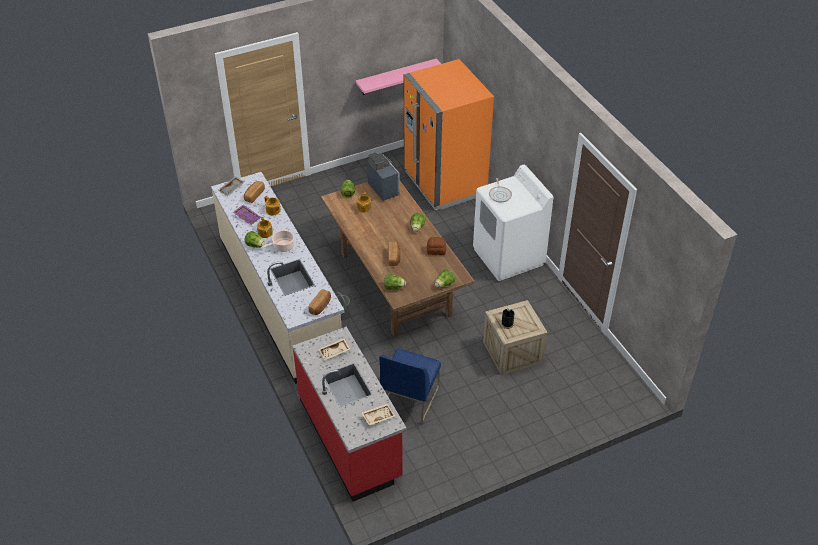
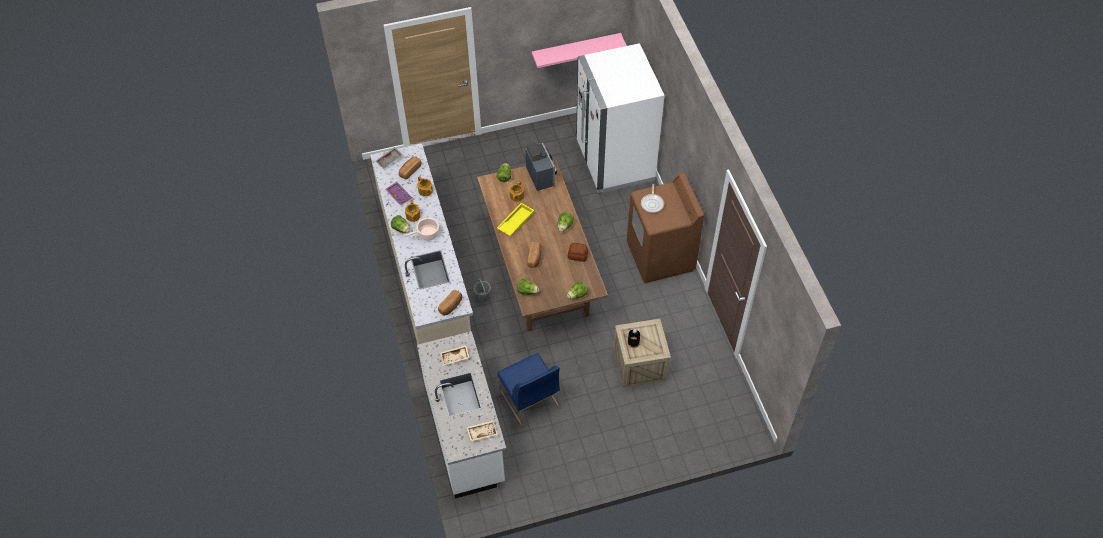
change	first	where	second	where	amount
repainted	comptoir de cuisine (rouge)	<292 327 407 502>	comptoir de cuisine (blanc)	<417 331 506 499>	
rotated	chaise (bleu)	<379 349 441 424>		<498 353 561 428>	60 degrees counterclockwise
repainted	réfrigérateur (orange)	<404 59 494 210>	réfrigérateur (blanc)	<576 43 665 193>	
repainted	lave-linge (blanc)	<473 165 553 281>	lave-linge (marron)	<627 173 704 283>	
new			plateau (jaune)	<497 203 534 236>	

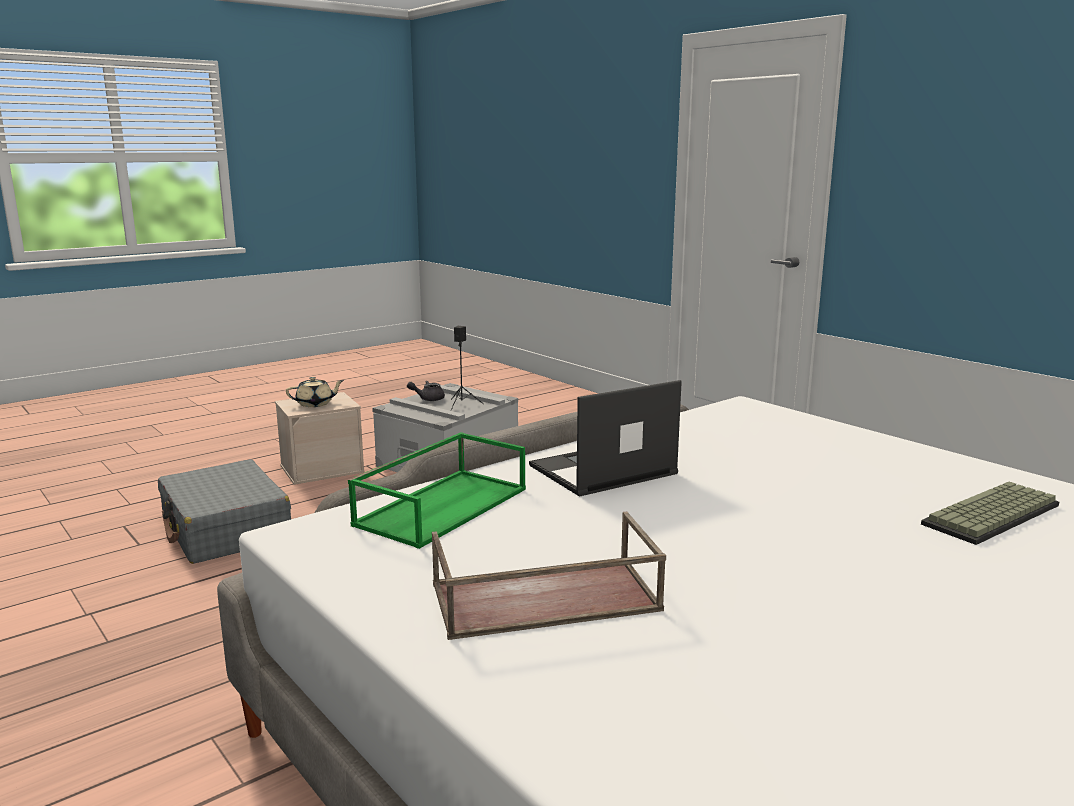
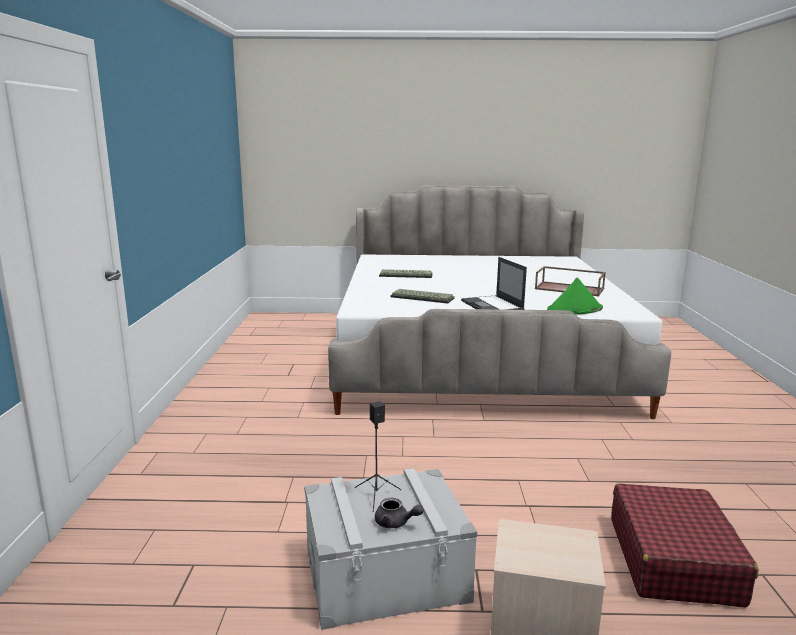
change	first	where	second	where	amount
repainted	valise (gris)	<158 459 291 564>	valise (rouge)	<611 484 758 608>	
gone	théière (beige)	<286 377 344 407>			
swapped	plateau (vert)	<348 432 526 549>	chapeau (vert)	<547 278 603 314>	
rotated	ordinateur portable	<529 380 682 497>		<461 257 527 310>	60 degrees clockwise
new			clavier	<390 289 455 303>	

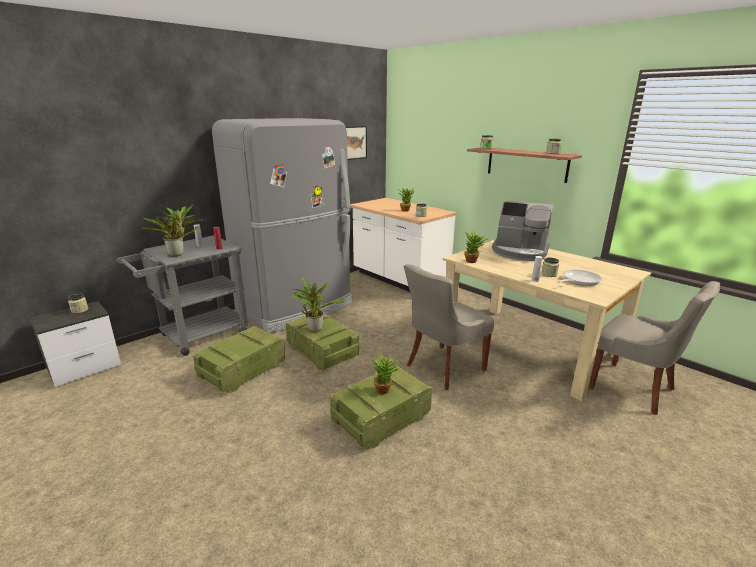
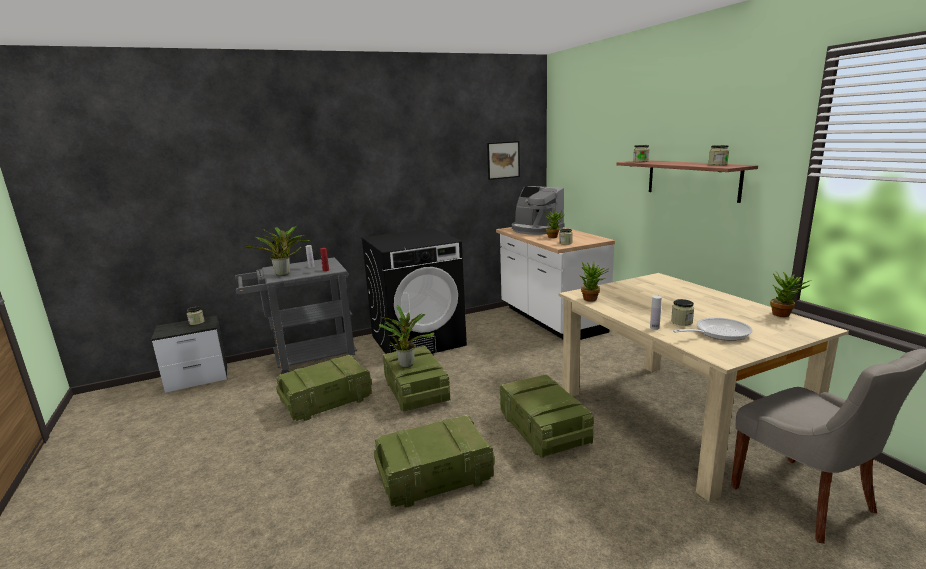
change	first	where	second	where	amount
swapped	réfrigérateur (gris)	<212 118 352 333>	lave-linge (noir)	<361 228 467 354>	
shifted	plante en pot	<372 353 402 394>		<770 271 811 317>	
swapped	chaise (gris)	<404 264 494 390>	caisse	<500 374 594 458>	
shifted	machine à café	<492 201 554 261>		<512 186 565 235>	

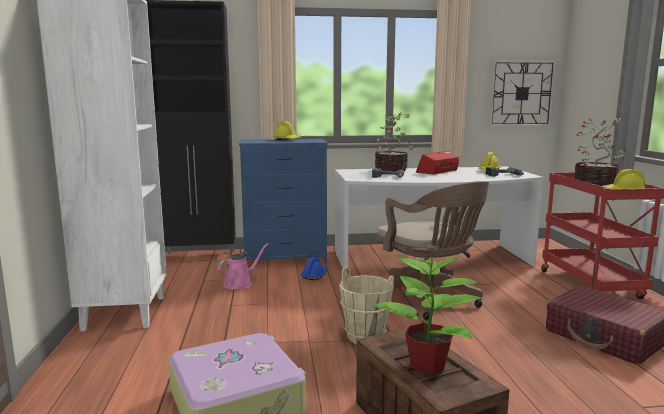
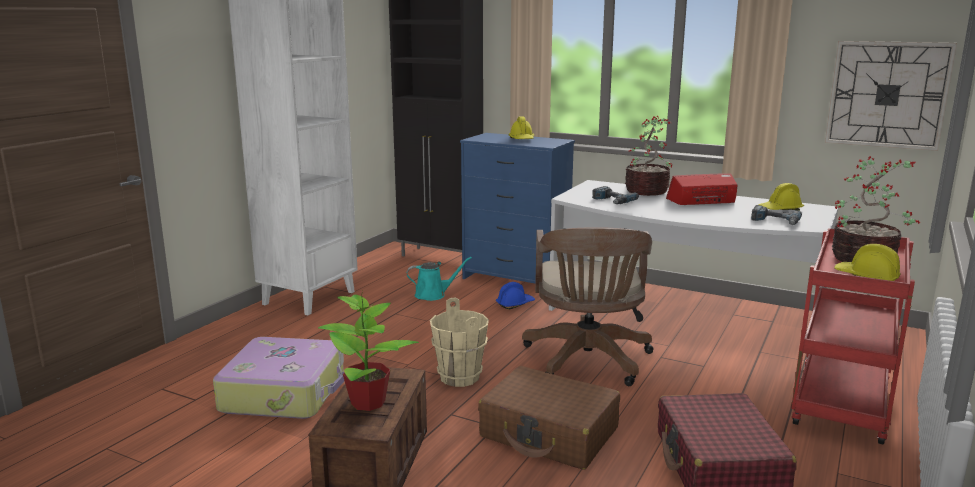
change	first	where	second	where	amount
repainted	arrosoir (rose)	<218 243 268 290>	arrosoir (turquoise)	<407 257 472 301>	
new			valise (marron)	<478 366 620 470>	

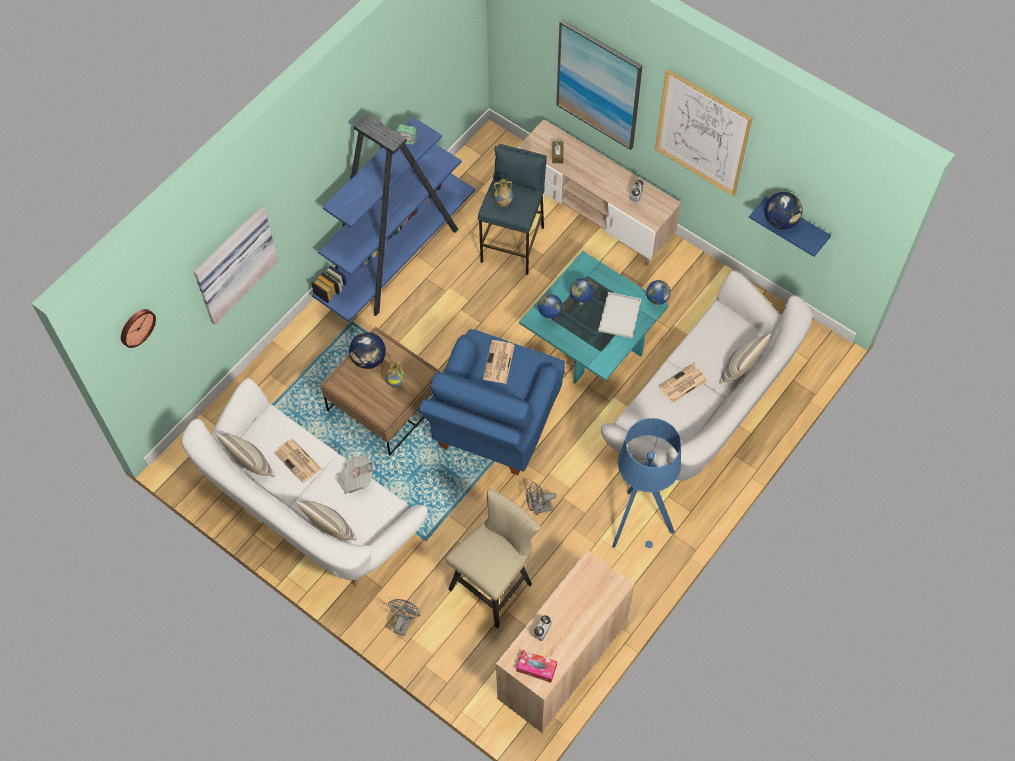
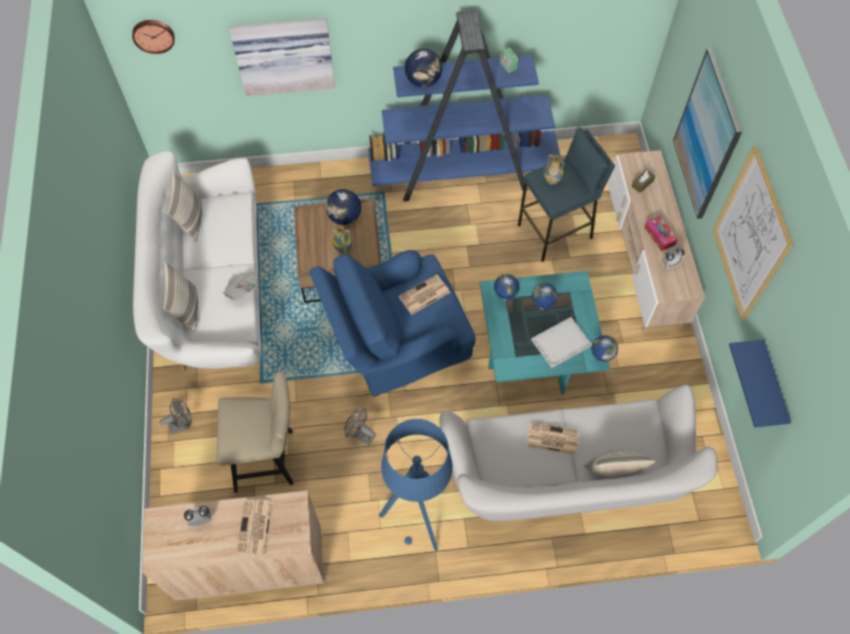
change	first	where	second	where	amount
shifted	journal	<274 439 322 483>		<237 499 273 556>	
shifted	boîte à mouchoirs	<516 650 557 683>		<644 216 678 251>	
shifted	globe	<765 192 803 230>		<405 49 442 88>	

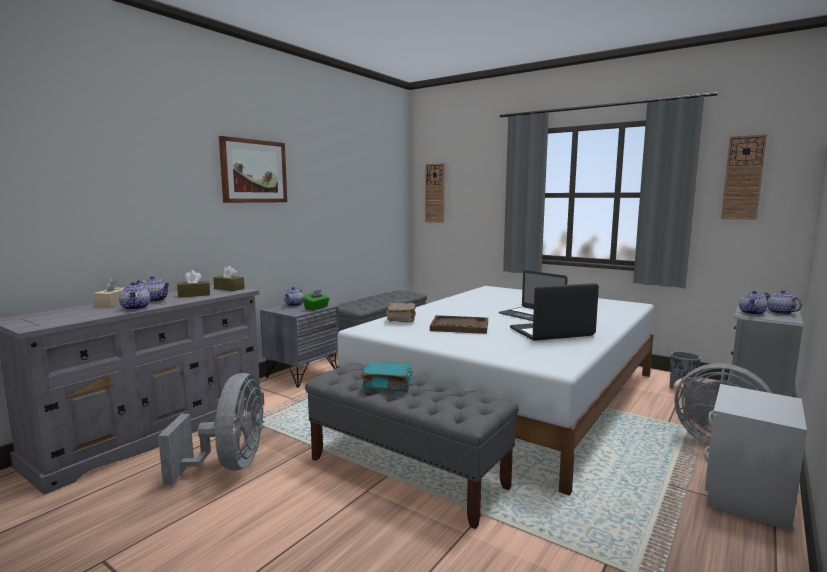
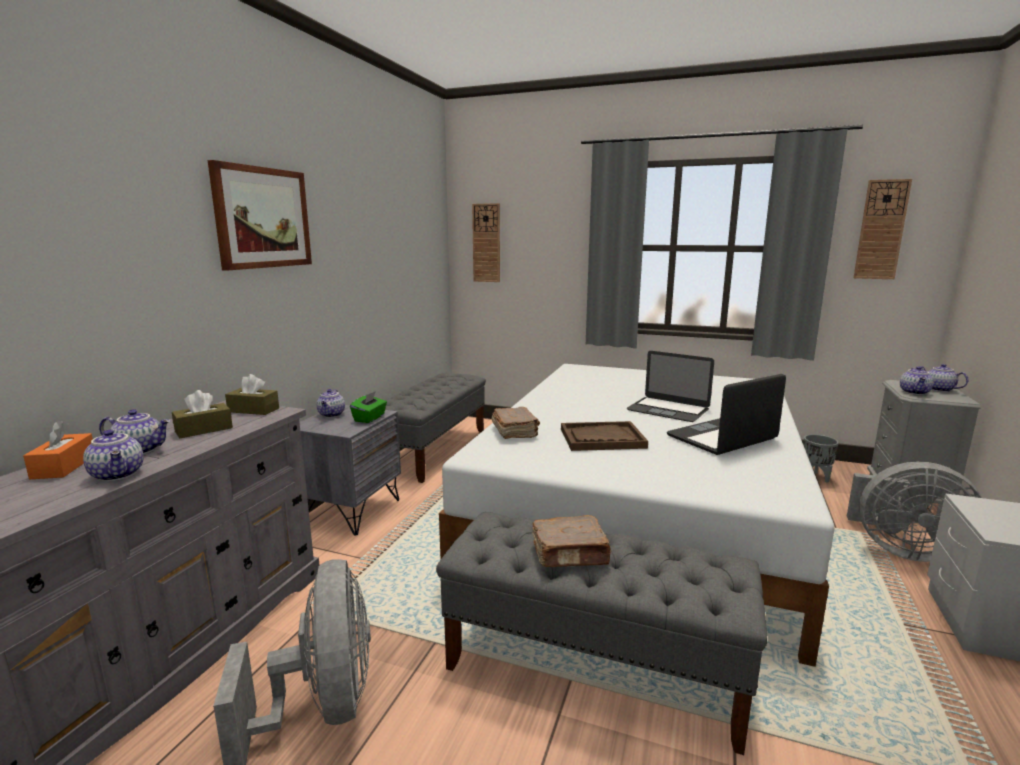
change	first	where	second	where	amount
repainted	boîte à mouchoirs (beige)	<93 277 124 308>	boîte à mouchoirs (orange)	<23 420 93 479>	
repainted	livre (turquoise)	<361 362 413 392>	livre (marron)	<532 515 612 567>	

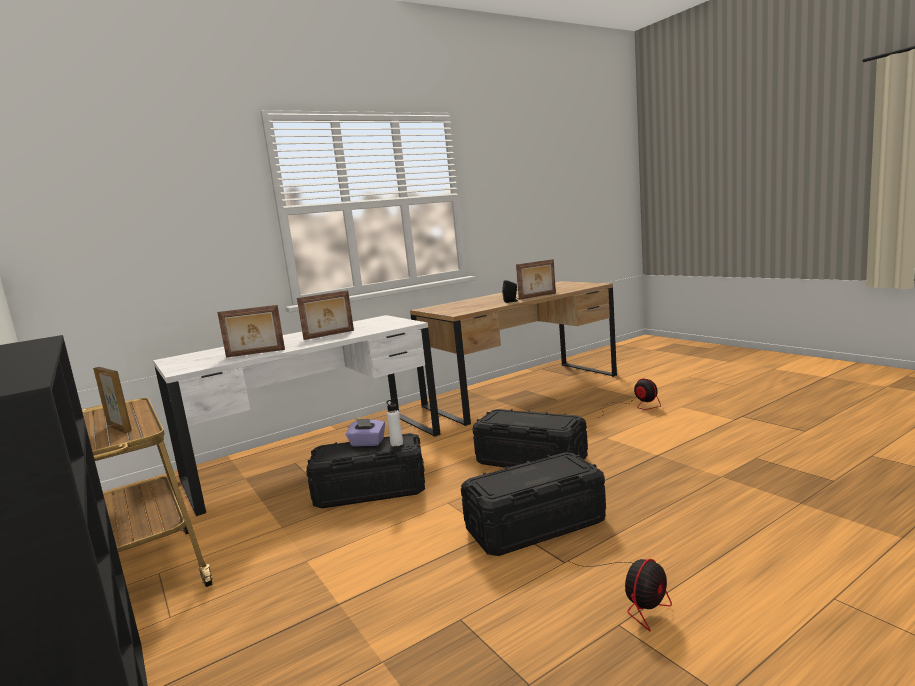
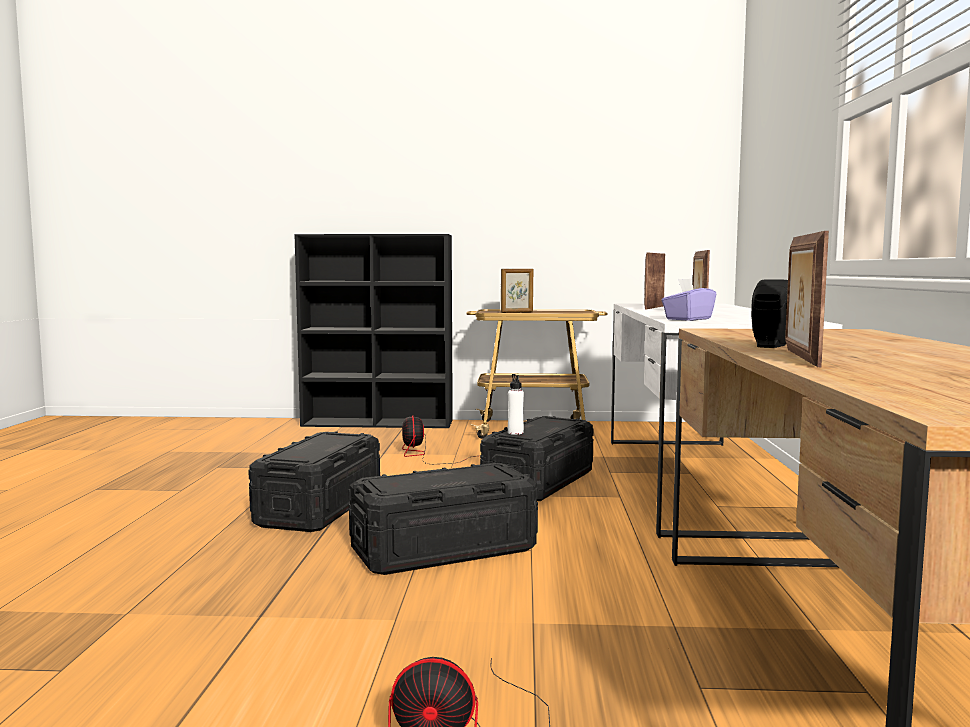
change	first	where	second	where	amount
shifted	boîte à mouchoirs (violet)	<346 419 385 446>		<661 278 716 321>	
shifted	ventilateur	<568 559 672 631>		<402 415 475 464>	

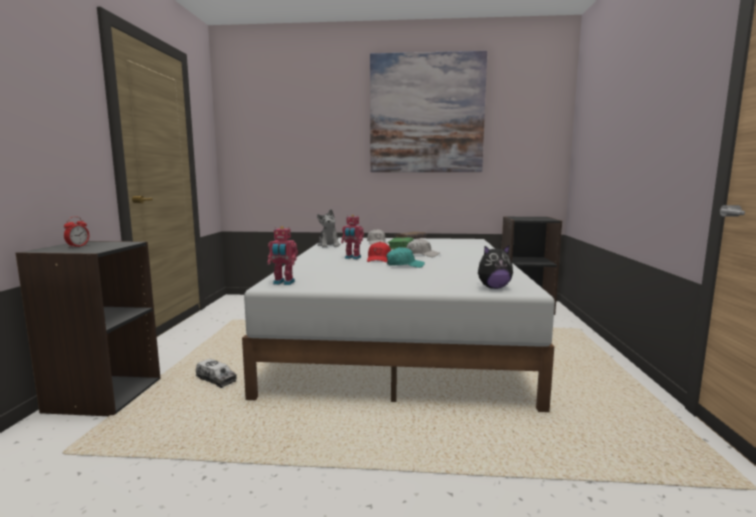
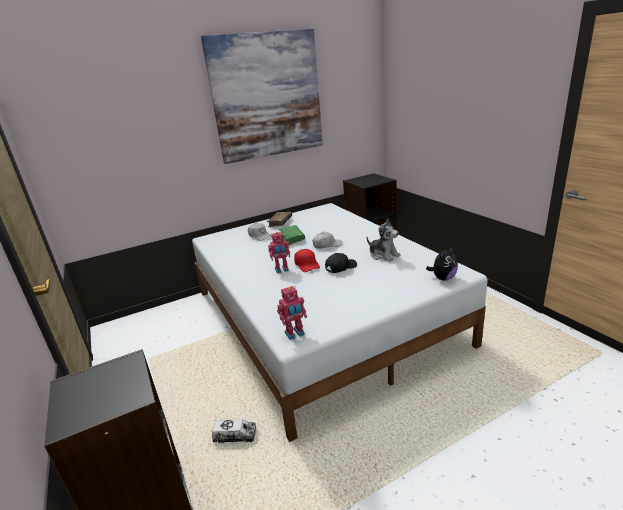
change	first	where	second	where	amount
gone	réveil	<64 217 89 248>			
shifted	peluche	<317 209 340 247>		<367 219 400 262>	
repainted	casquette (turquoise)	<386 247 425 268>	casquette (noir)	<325 253 357 273>	

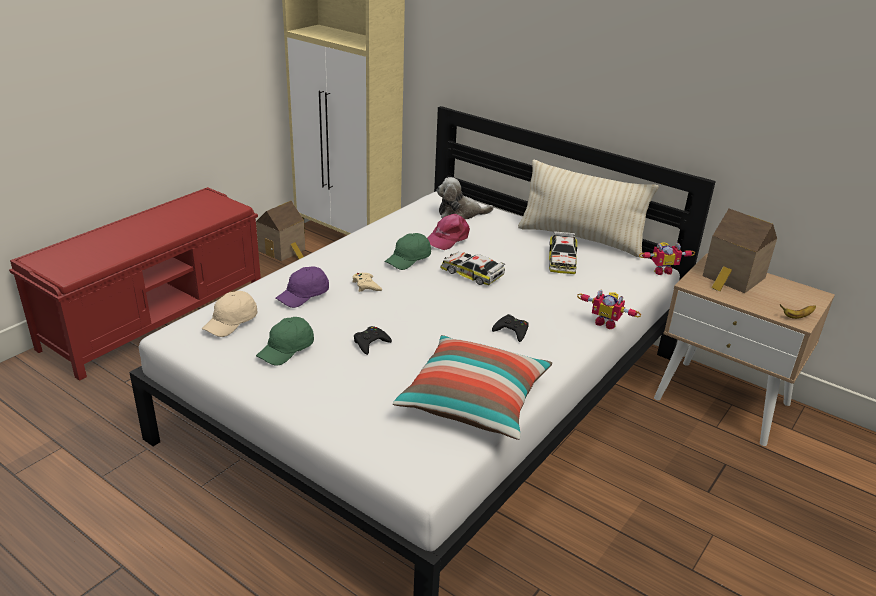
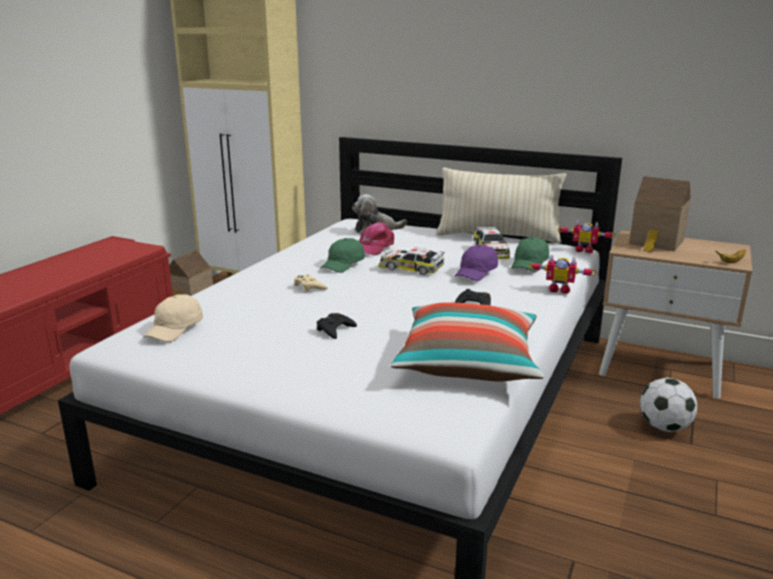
change	first	where	second	where	amount
shifted	casquette (vert)	<256 317 314 366>		<511 237 549 272>	
shifted	casquette (violet)	<276 266 329 308>		<454 245 498 281>	
rotated	robot jouet	<639 242 695 275>		<557 220 616 253>	45 degrees clockwise
new			ballon de foot	<640 378 697 432>	

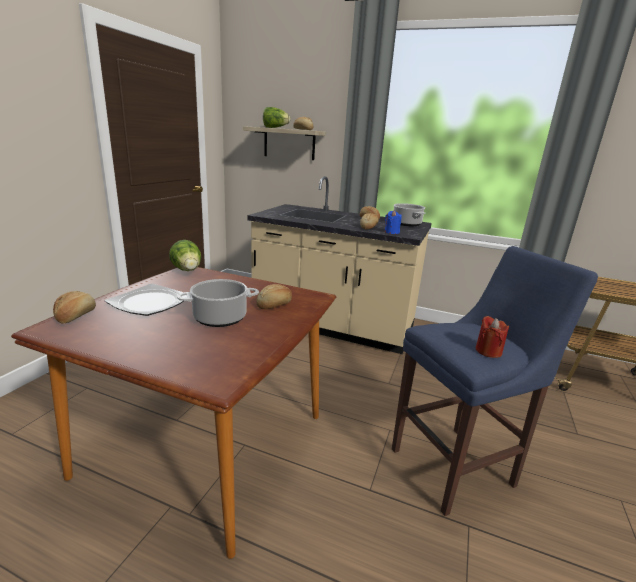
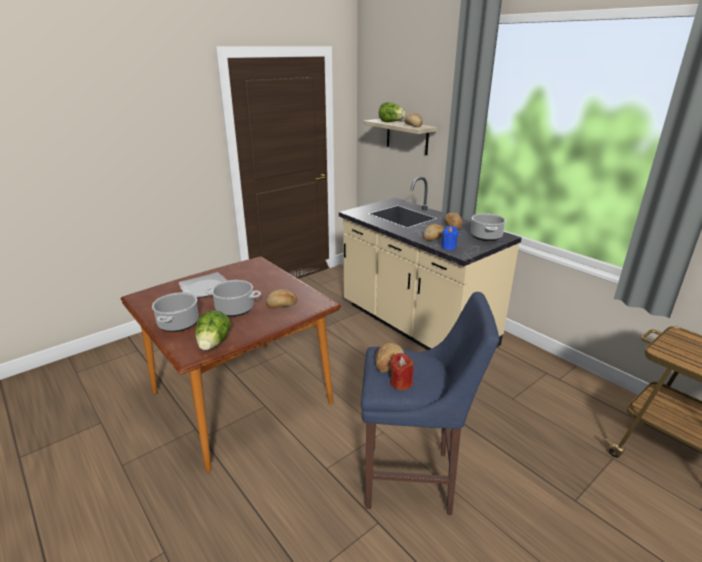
change	first	where	second	where	amount
shifted	pain	<53 291 96 323>		<375 343 404 372>	
shifted	laitue	<169 240 201 271>		<195 310 231 350>	
new			marmite	<152 292 199 332>	

